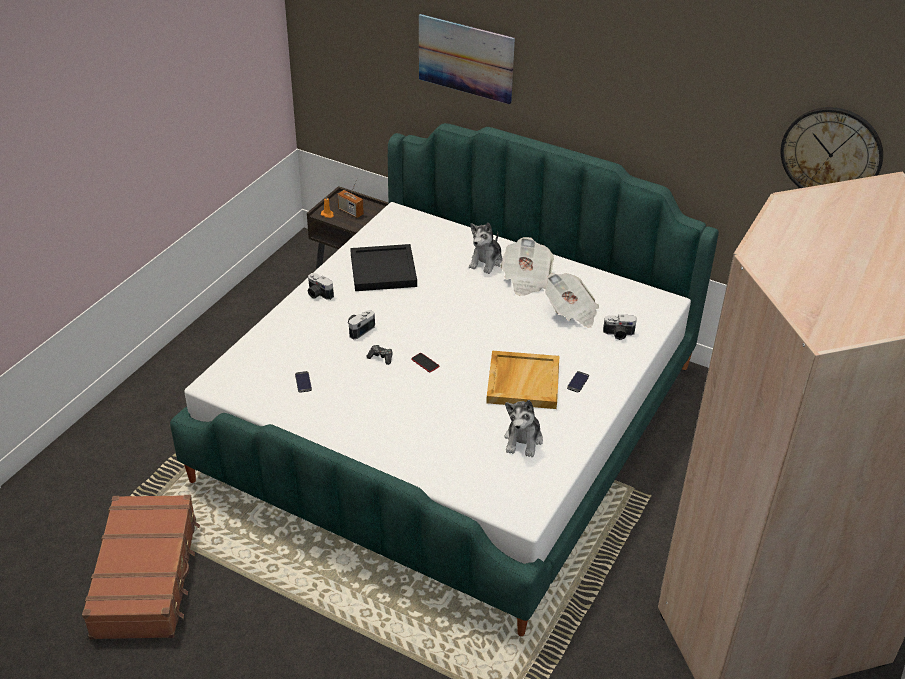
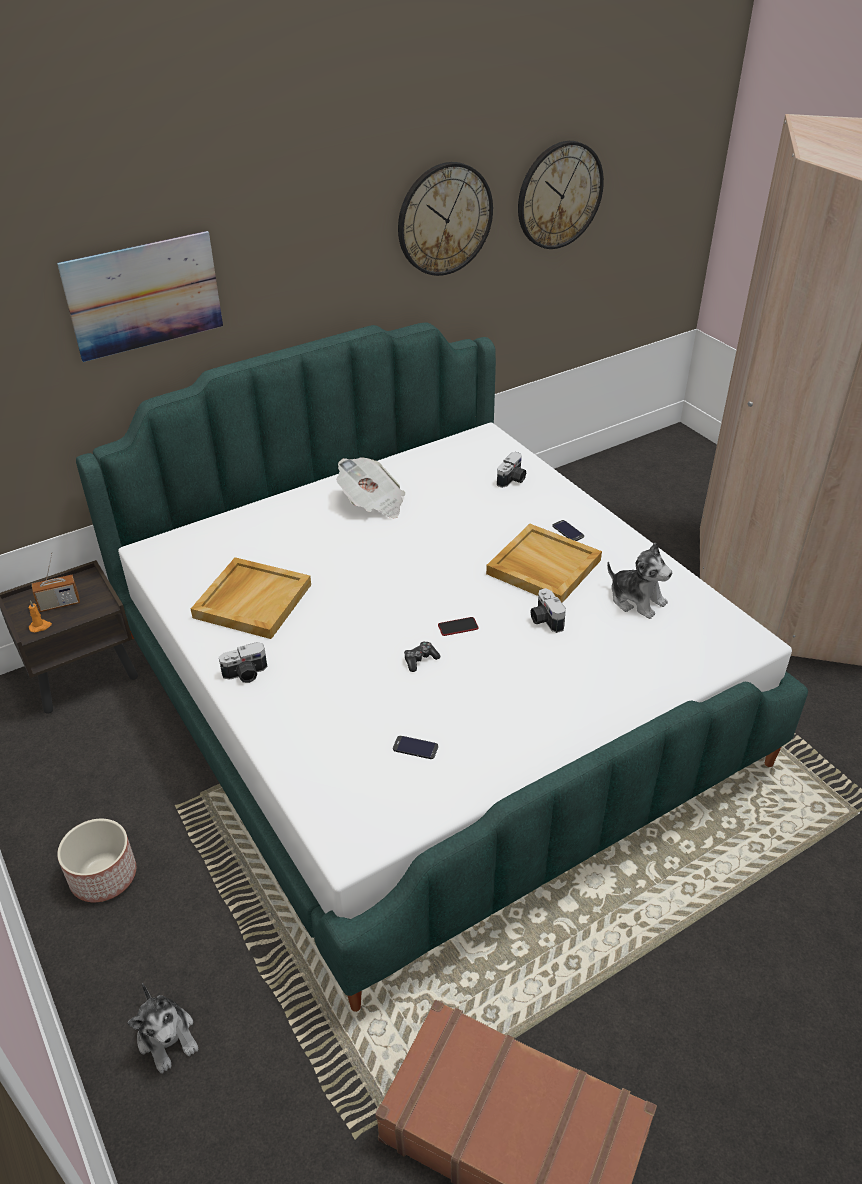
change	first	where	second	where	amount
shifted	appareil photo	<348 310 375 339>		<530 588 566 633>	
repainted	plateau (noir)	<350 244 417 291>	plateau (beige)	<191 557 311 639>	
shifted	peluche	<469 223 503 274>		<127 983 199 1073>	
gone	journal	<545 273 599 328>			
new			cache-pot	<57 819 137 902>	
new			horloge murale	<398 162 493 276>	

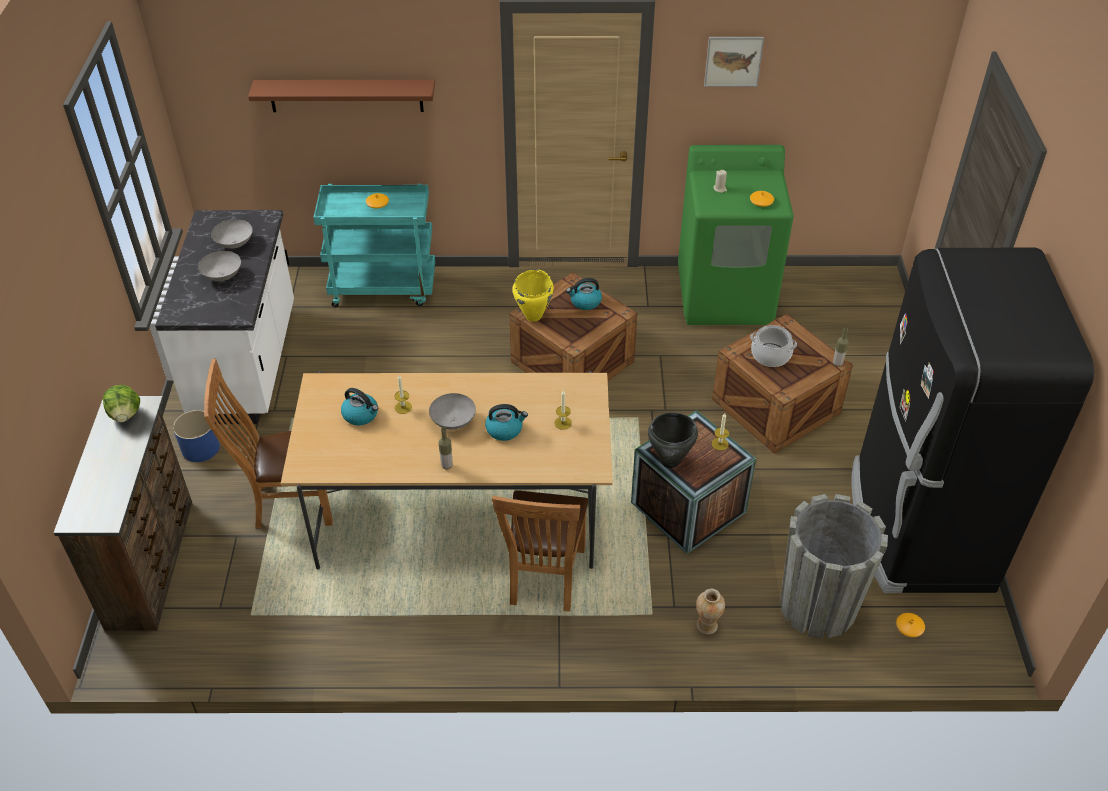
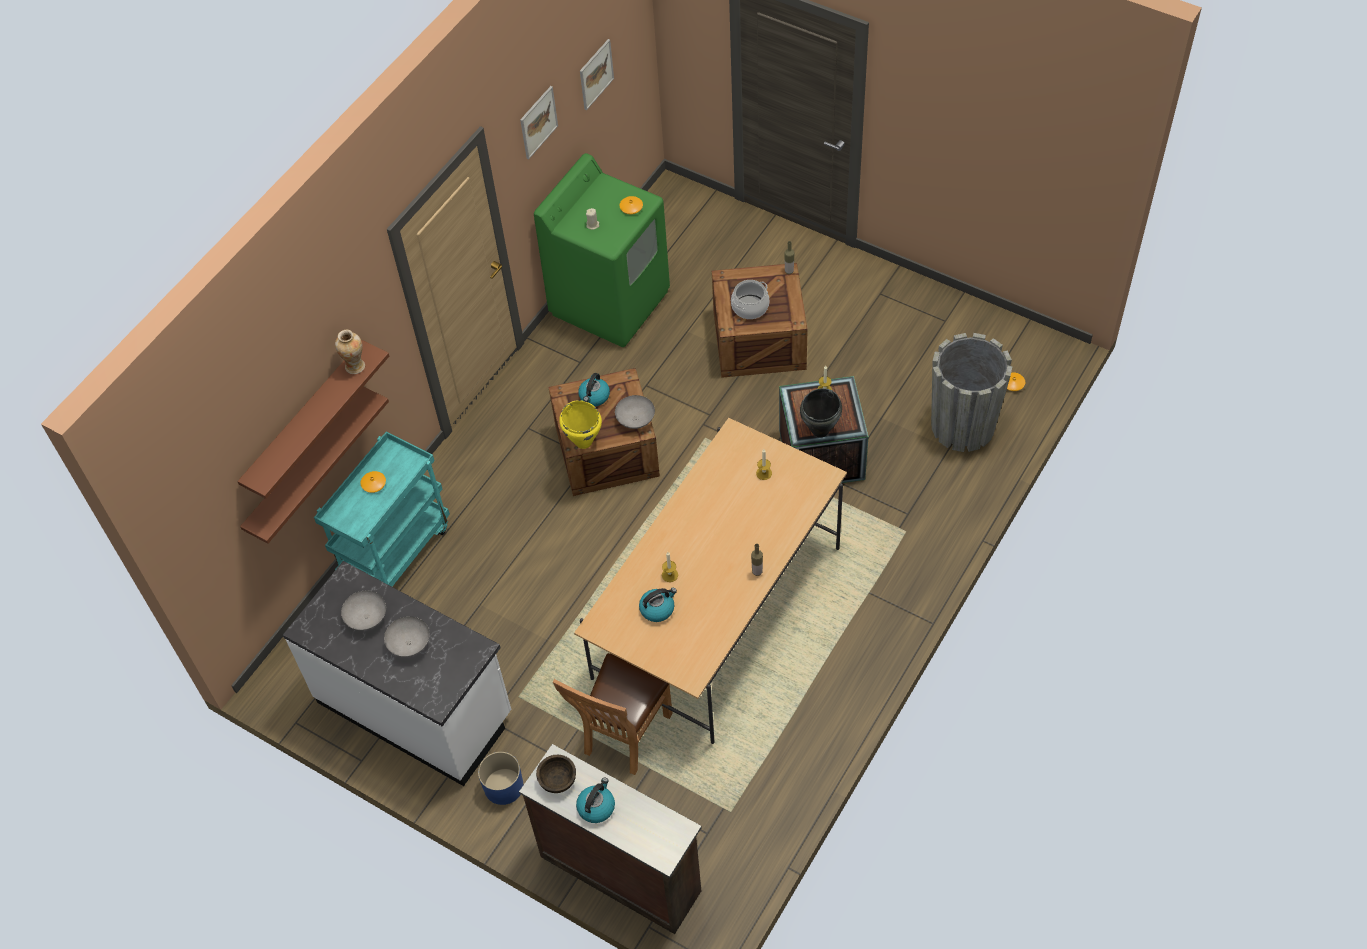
change	first	where	second	where	amount
swapped	laitue	<103 385 140 422>	bol (marron)	<536 755 576 793>	
shifted	bol (gris)	<429 393 476 430>		<615 395 655 429>	
shifted	bouilloire	<485 404 528 441>		<576 778 615 823>	
gone	chaise (marron)	<492 490 588 612>			
shifted	vase	<696 589 725 634>		<335 330 365 374>	
gone	réfrigérateur (noir)	<851 248 1094 593>			
new			étagère (marron)	<240 386 389 544>	
new			tableau	<580 39 614 111>	

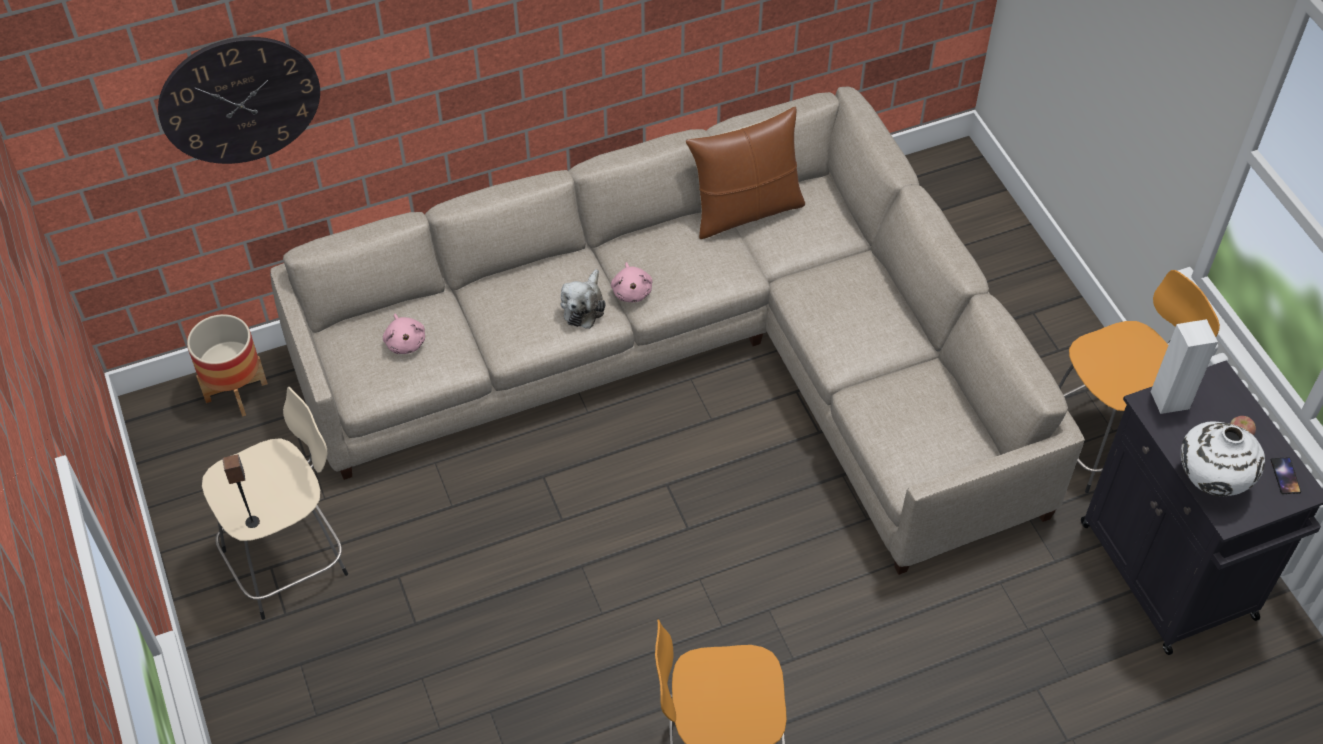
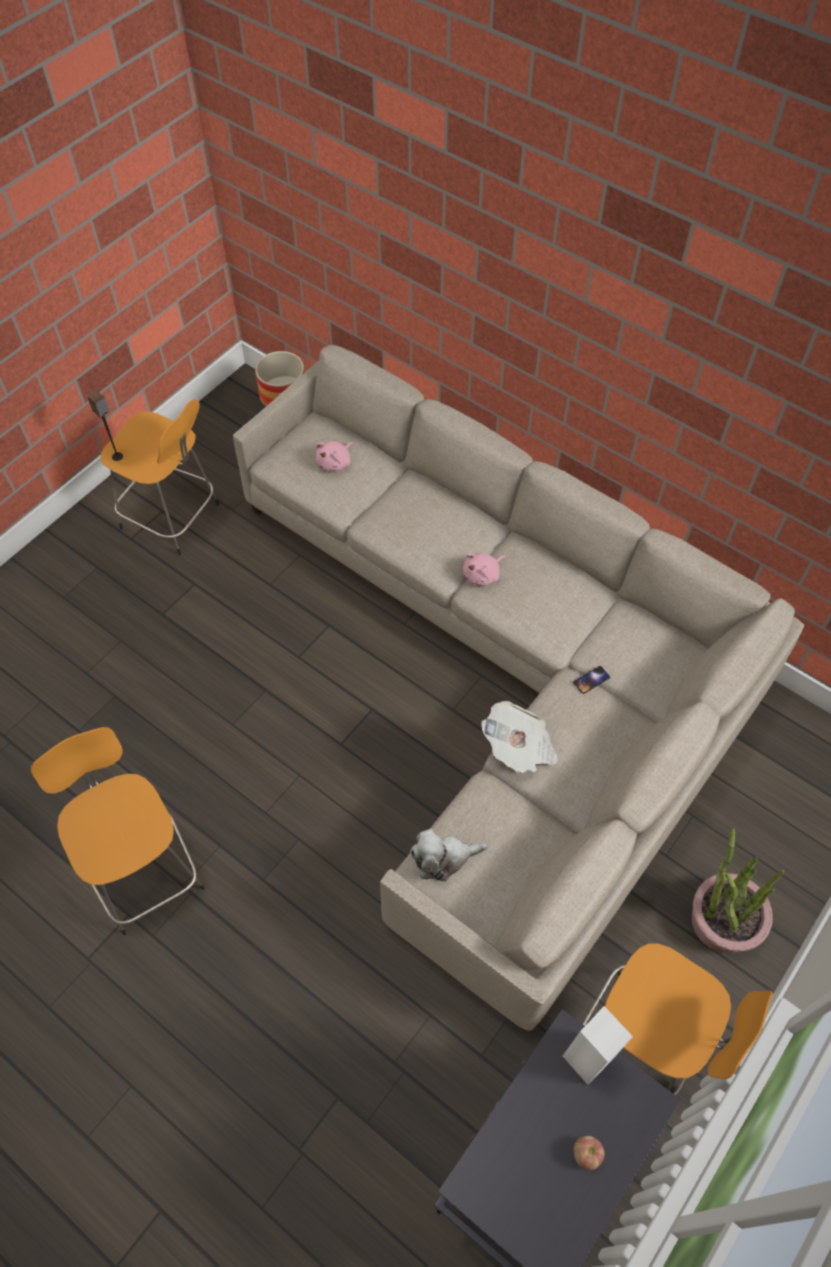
change	first	where	second	where	amount
gone	horloge murale	<158 37 320 164>			
repainted	tabouret (beige)	<202 387 348 620>	tabouret (orange)	<100 399 219 555>	
shifted	peluche	<561 269 606 329>		<410 829 488 881>	
gone	coussin (marron)	<686 106 805 239>			
gone	vase (blanc)	<1181 421 1265 497>			
shifted	téléphone	<1271 458 1301 494>		<573 666 610 694>	
new			journal	<481 701 558 774>	
new			plante en pot	<692 828 784 954>	

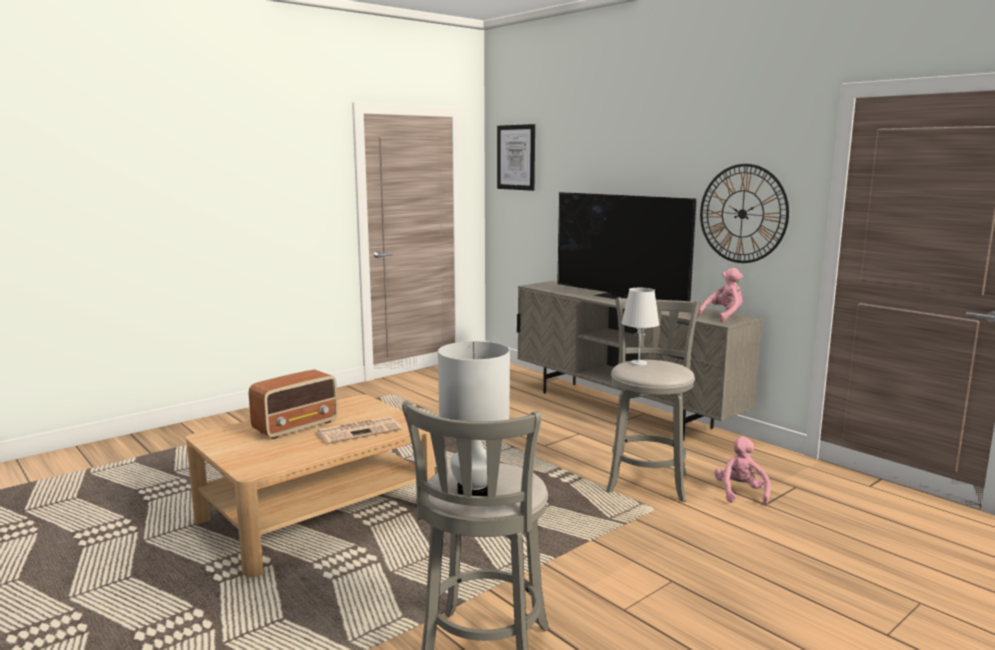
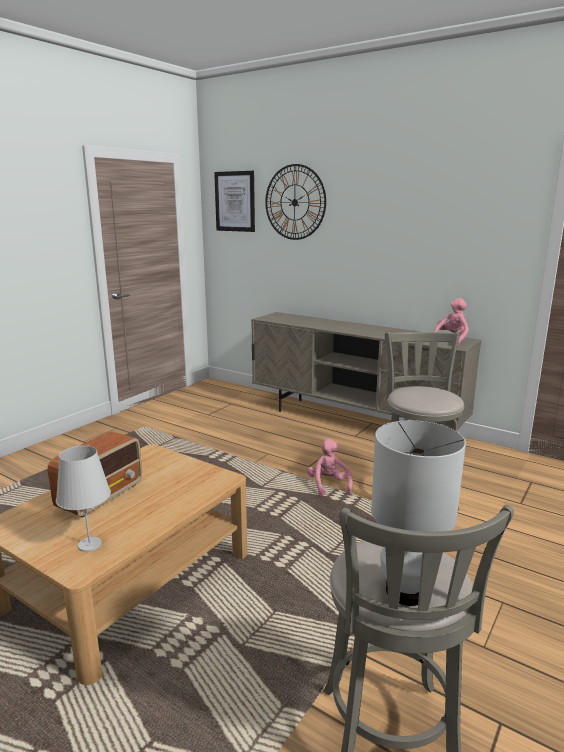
change	first	where	second	where	amount
gone	journal	<317 416 402 444>			
gone	téléviseur	<557 192 696 301>			
shifted	lampe de table (blanc)	<621 288 660 366>		<56 445 111 552>	
shifted	horloge murale	<700 164 789 263>		<265 164 326 240>	
shifted	peluche (rose)	<714 436 771 505>		<307 439 353 496>	

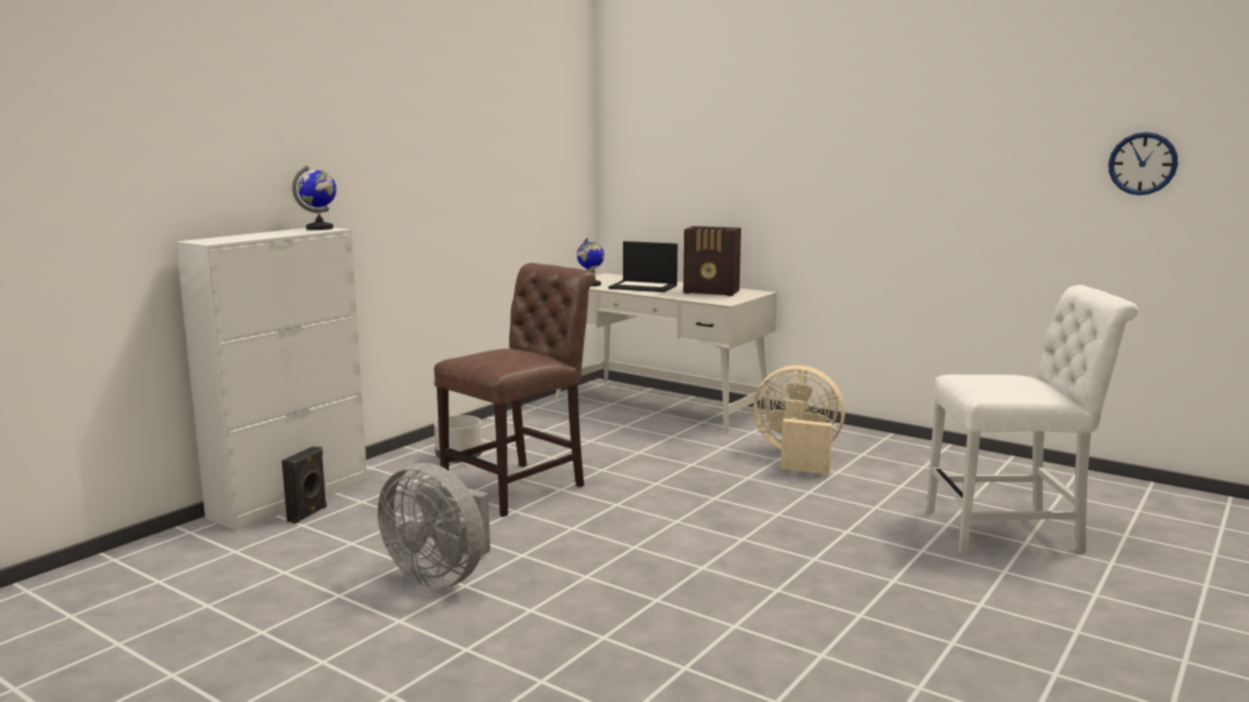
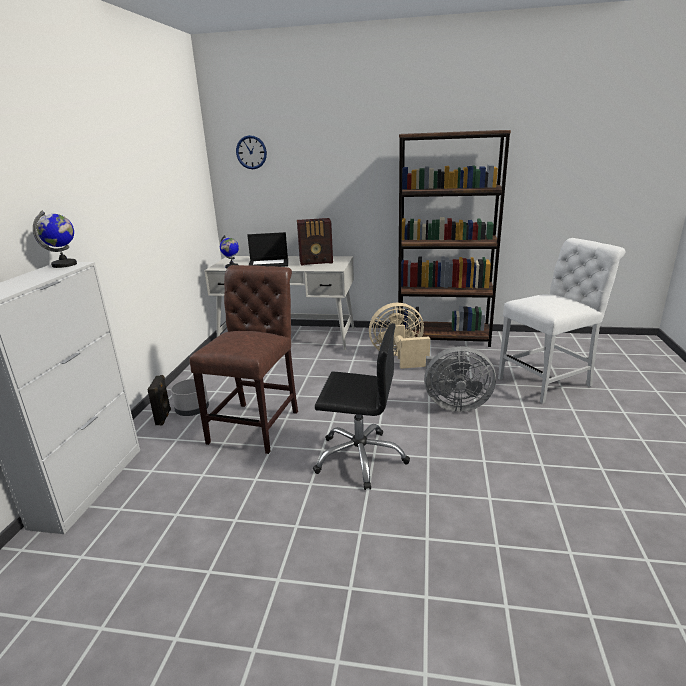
change	first	where	second	where	amount
shifted	enceinte (noir)	<282 446 327 524>		<147 375 171 426>	
shifted	ventilateur (gris)	<378 463 490 588>		<424 346 496 412>	
shifted	horloge murale	<1108 132 1178 195>		<236 135 267 169>	
new			chaise de bureau (noir)	<313 323 410 490>	
new			bibliothèque (marron)	<398 130 511 347>	

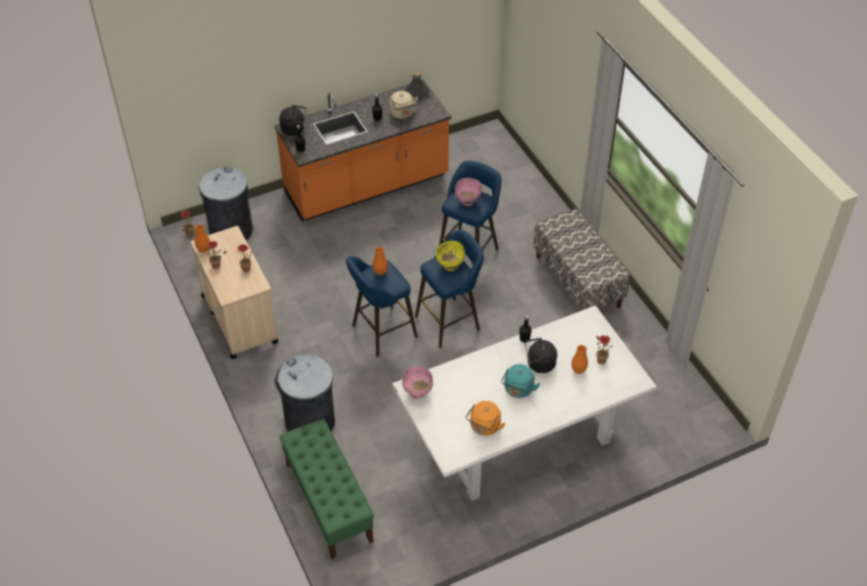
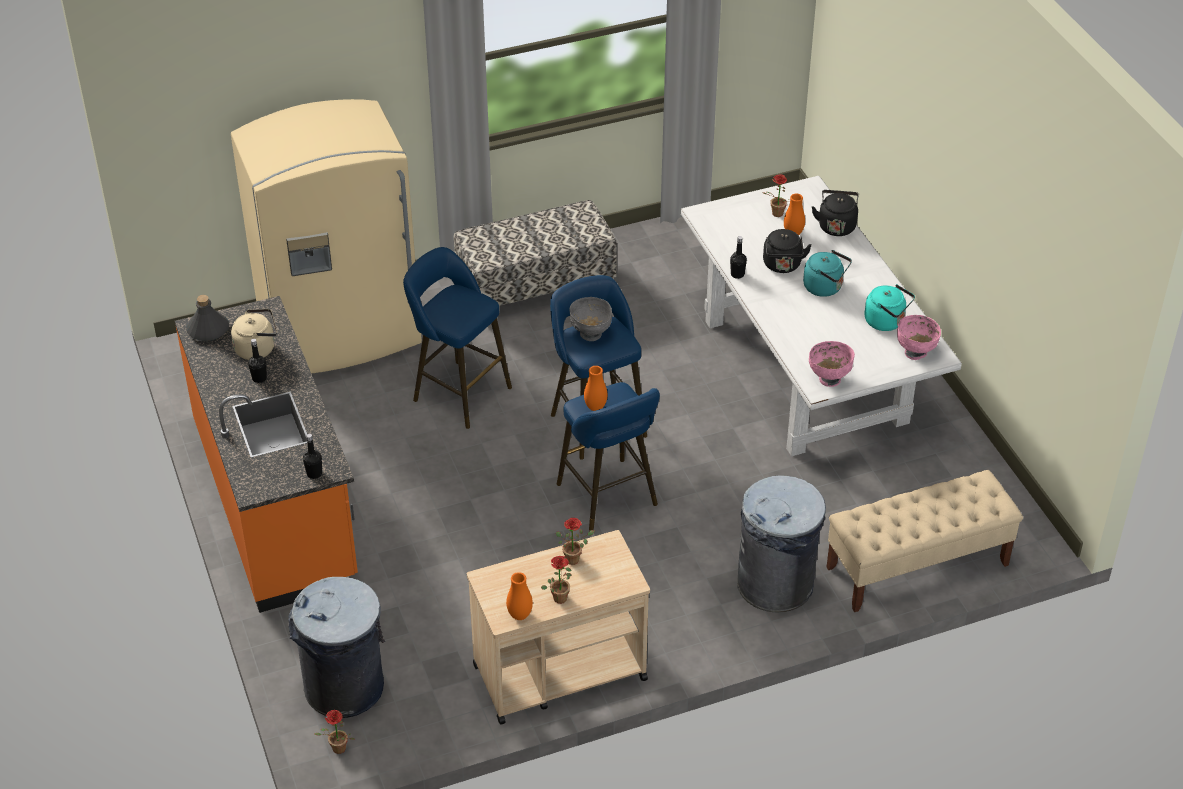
change	first	where	second	where	amount
shifted	bouilloire (noir)	<279 105 306 136>		<812 190 859 236>	
repainted	banc (vert)	<279 419 374 559>	banc (beige)	<827 470 1023 612>	
repainted	bol (jaune)	<436 241 465 271>	bol (gris)	<570 297 612 341>	
shifted	bol (rose)	<455 178 482 206>		<897 315 941 360>	
repainted	bouilloire (orange)	<466 401 506 436>	bouilloire (turquoise)	<864 284 915 331>	
new			réfrigérateur (beige)	<231 99 422 374>	

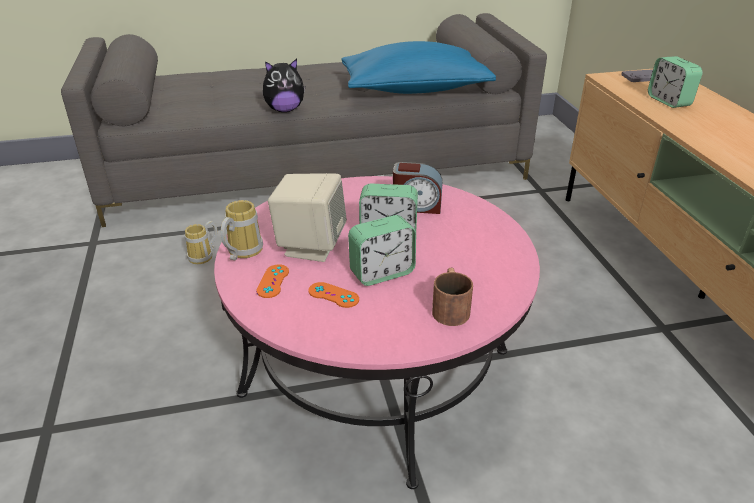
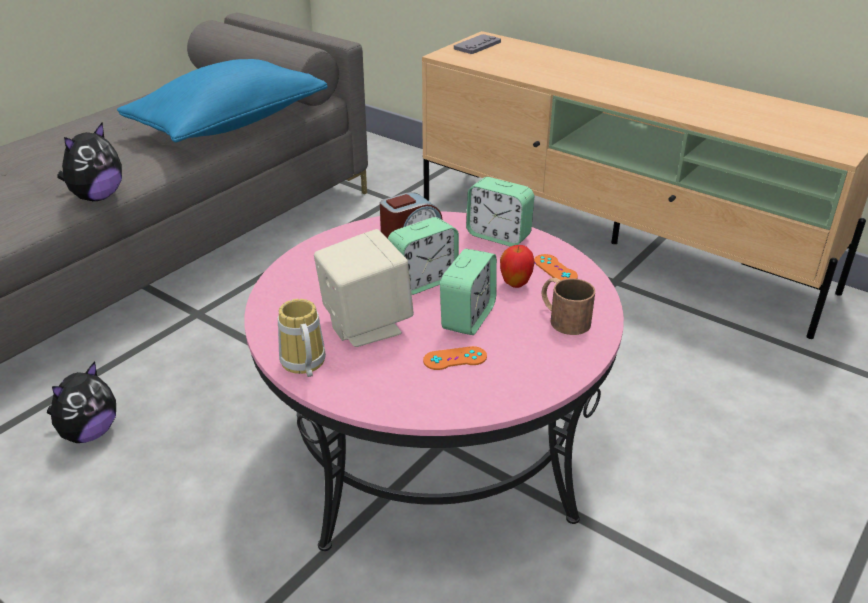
change	first	where	second	where	amount
swapped	mug	<185 221 217 264>	peluche	<47 361 116 443>	
shifted	manette (orange)	<256 264 289 298>		<534 254 578 280>	
shifted	réveil	<648 56 703 108>		<466 177 534 247>	
new			pomme	<500 245 535 288>	

